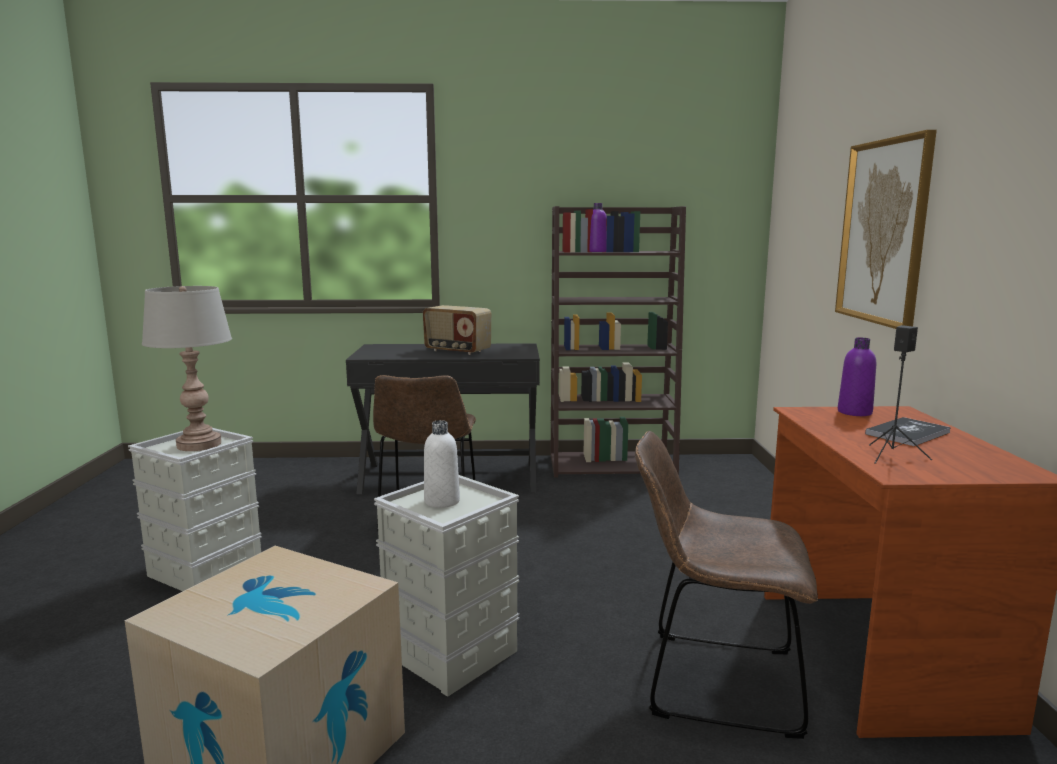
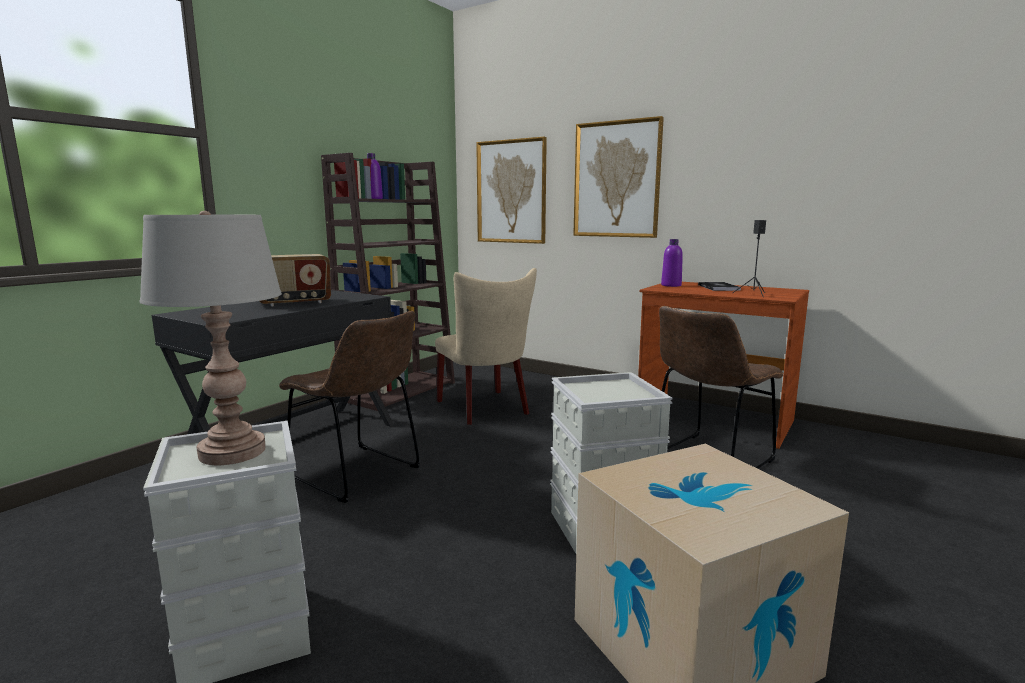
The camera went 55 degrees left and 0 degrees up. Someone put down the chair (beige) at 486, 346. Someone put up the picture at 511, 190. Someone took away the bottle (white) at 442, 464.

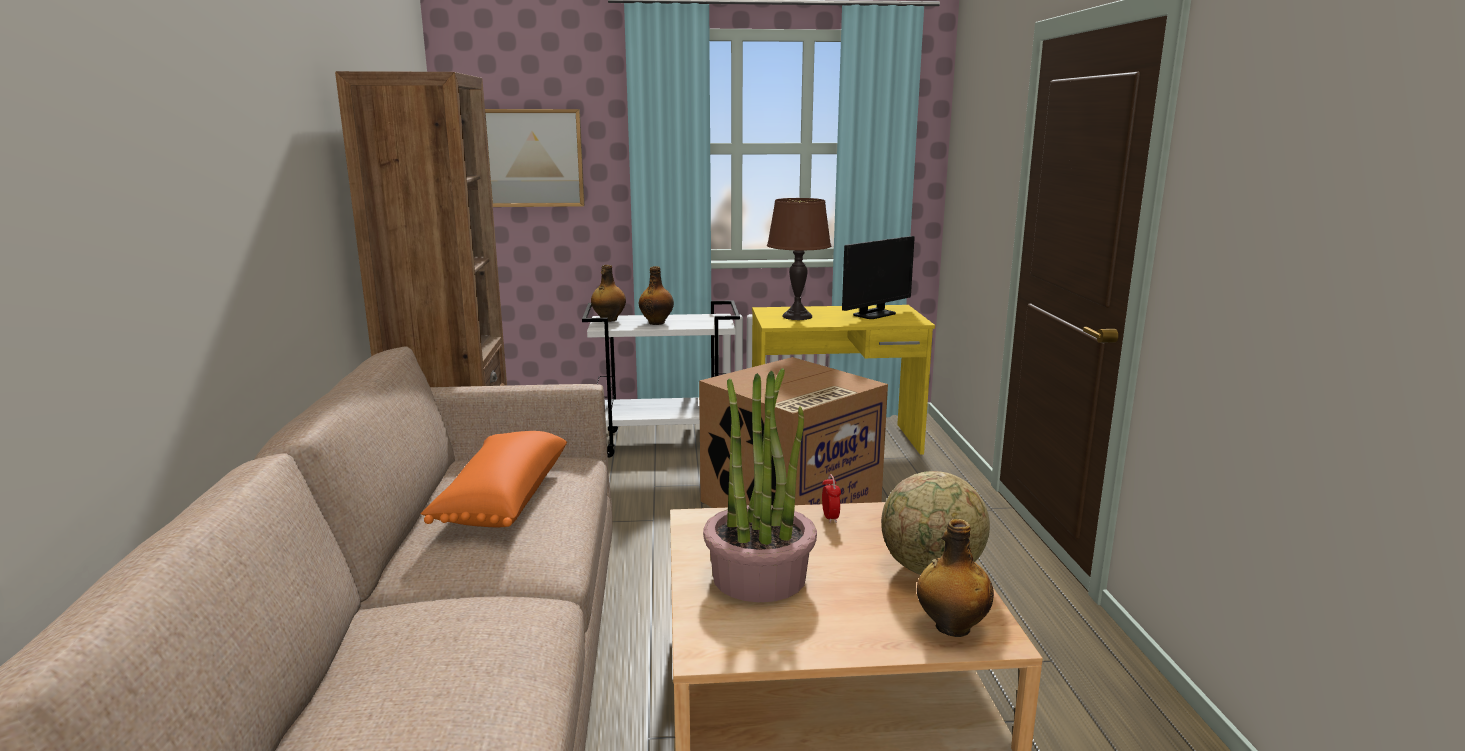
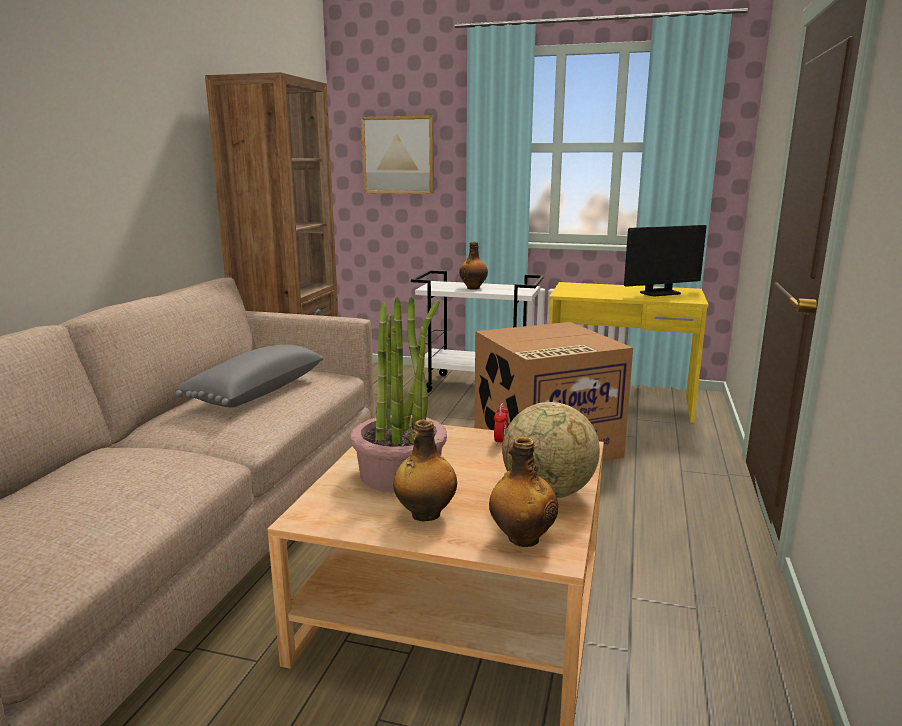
The camera went 20 degrees right and 0 degrees up. Someone repainted the pillow (orange) at 494, 479, which became the pillow (grey) at 249, 376. Someone carried the bottle from 608, 293 to 425, 470. Someone took away the table lamp (brown) at 799, 259.

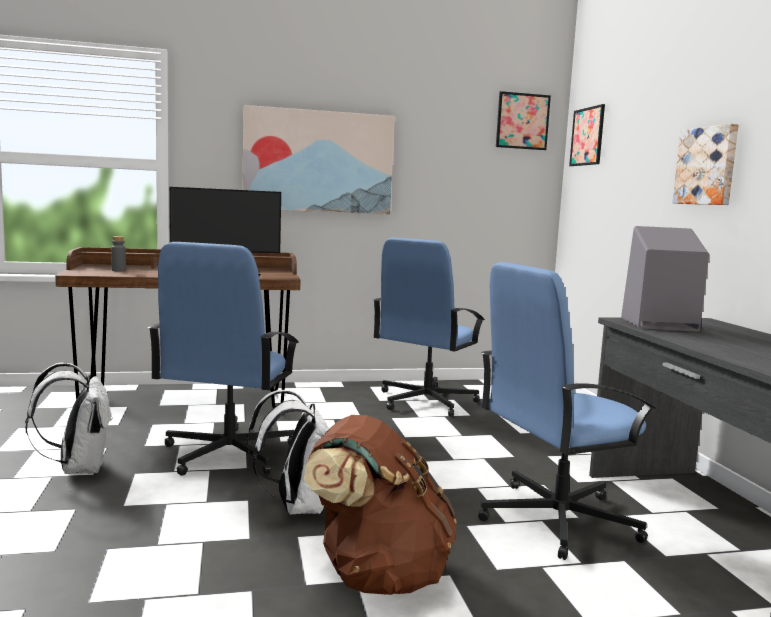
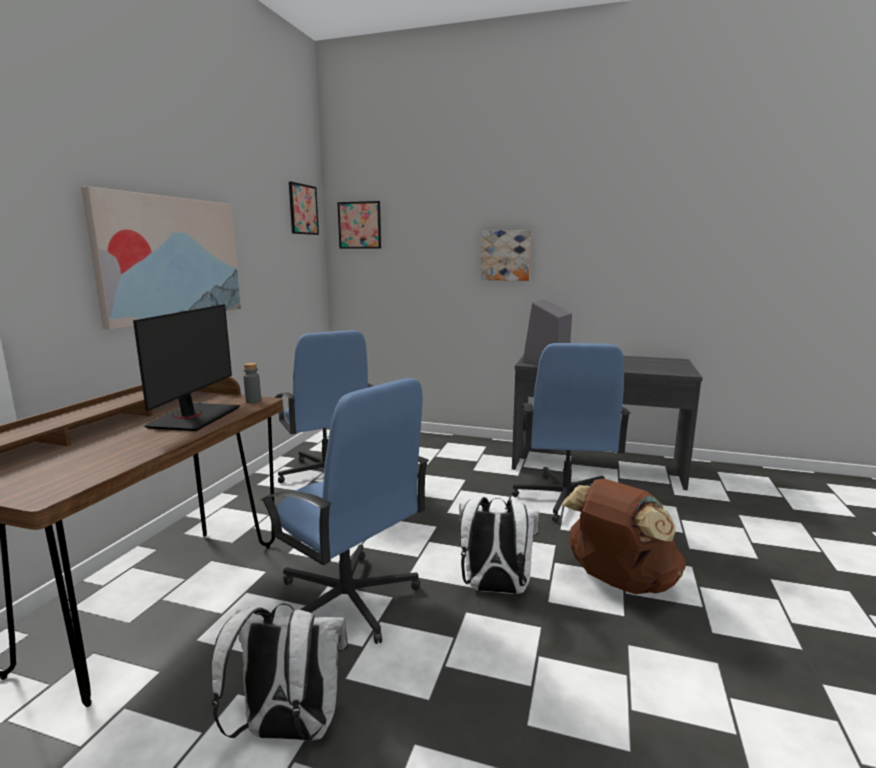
The camera went 60 degrees left and 5 degrees up. Someone carried the bottle (grey) from 118, 254 to 252, 383.

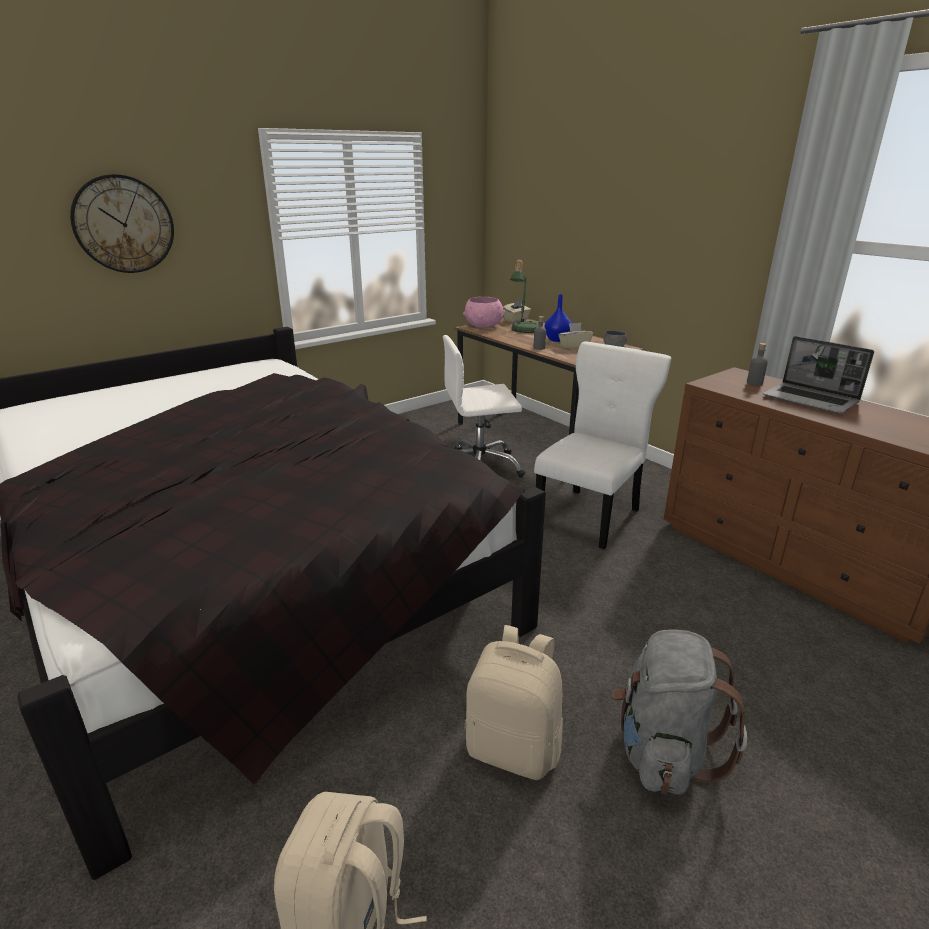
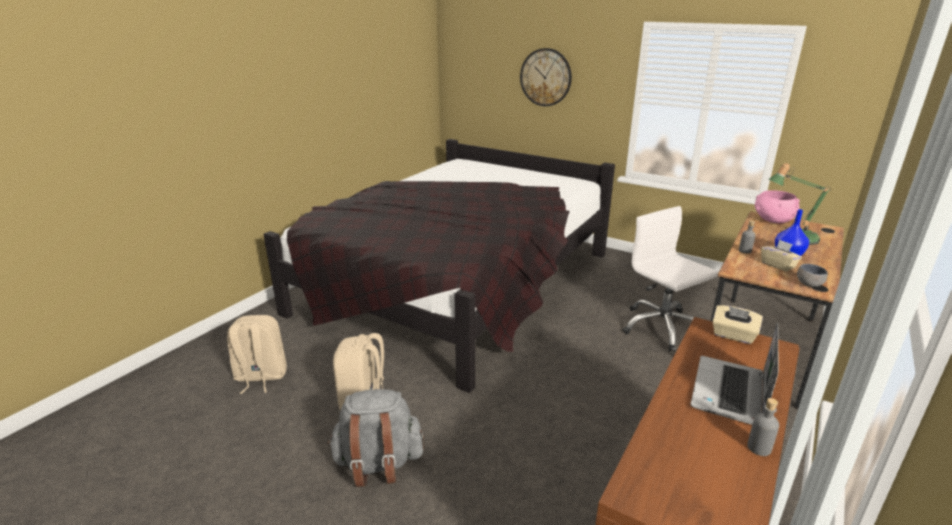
The camera went 70 degrees right and 0 degrees up. Someone carried the tissue box (beige) from 517, 311 to 737, 324. Someone carried the bottle (grey) from 757, 364 to 763, 427. Someone took away the chair (white) at 602, 445.

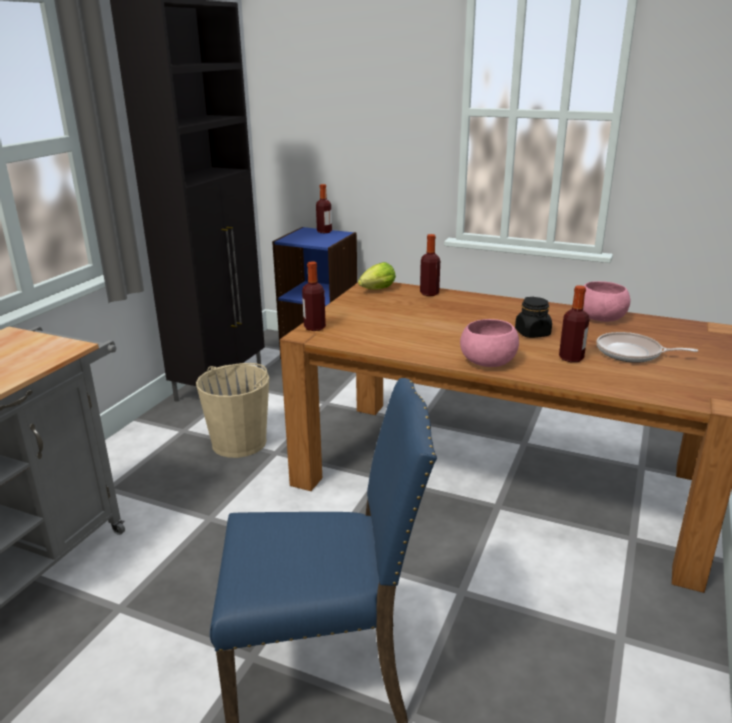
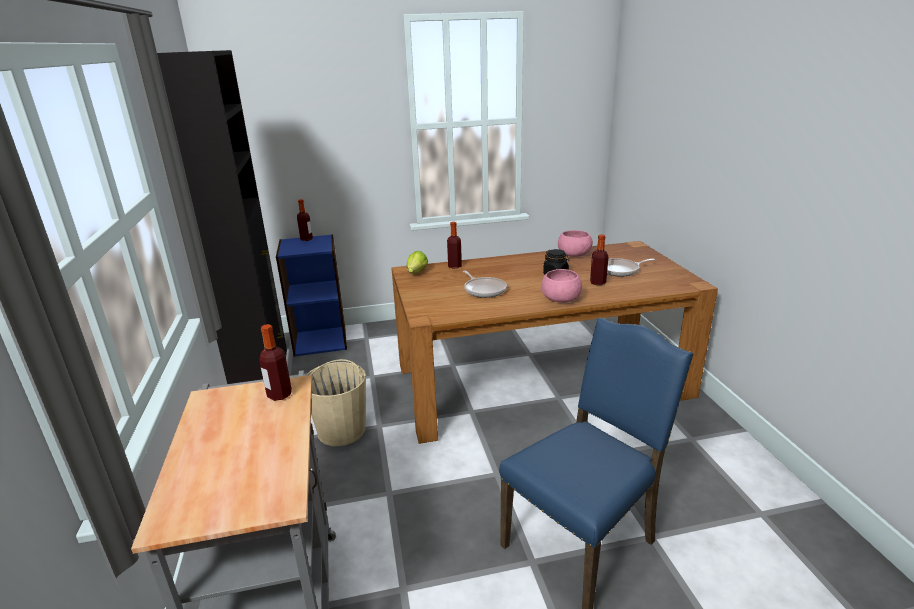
The camera went 35 degrees left and 0 degrees up. Someone carried the bottle from 314, 296 to 275, 362. Someone put down the frying pan at 485, 284.

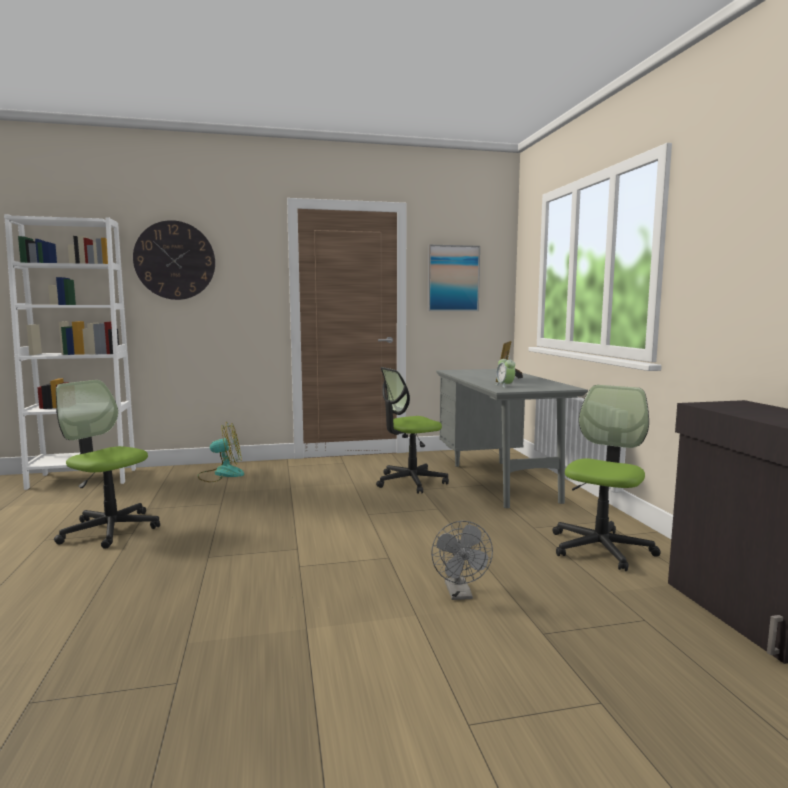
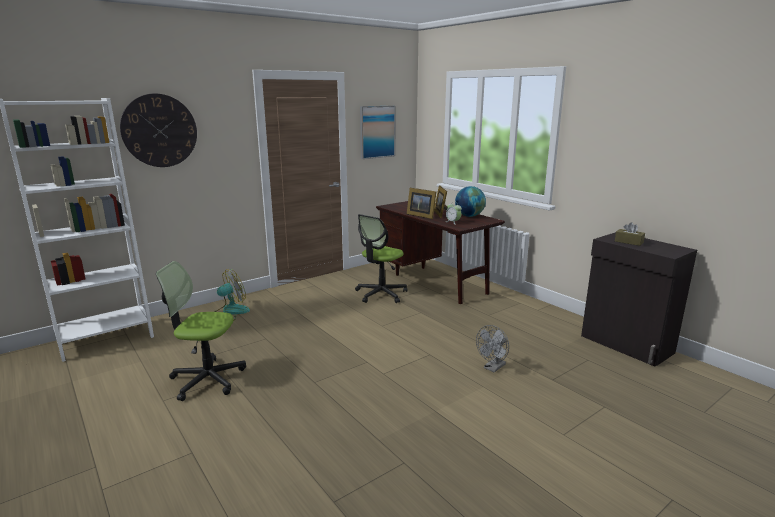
The camera went 25 degrees left and 10 degrees up. Someone repainted the desk (grey) at 512, 438, which became the desk (brown) at 440, 252. Someone put down the picture frame at 421, 203. Someone put down the globe at 470, 201. Someone rotated the fan (grey) at 462, 560 by 75 degrees clockwise. Someone put down the tissue box (brown) at 630, 234. Someone took away the office chair at 606, 478.

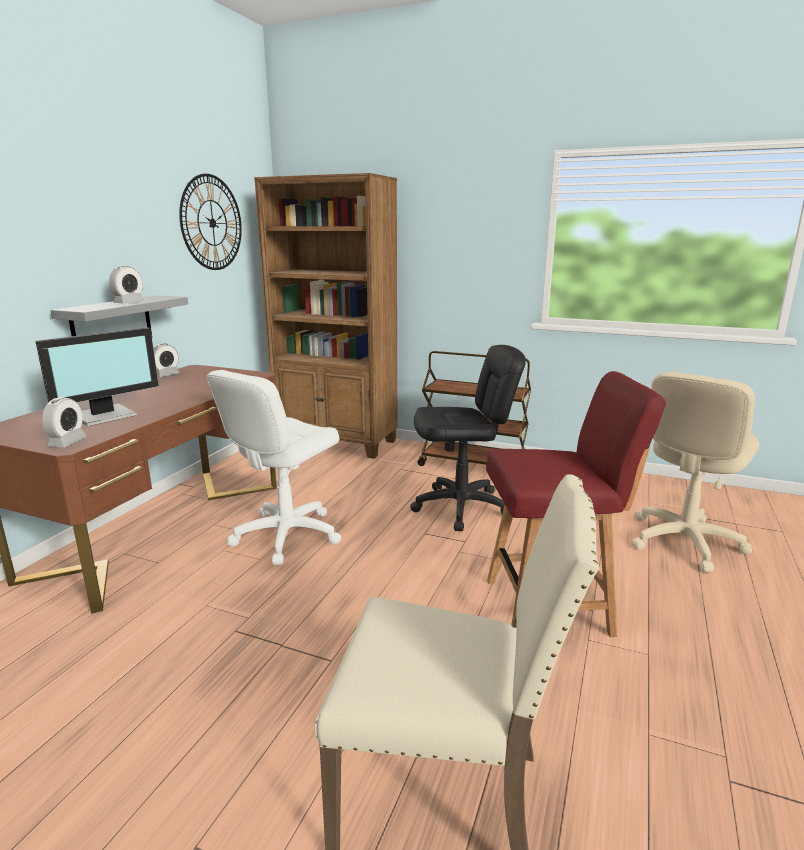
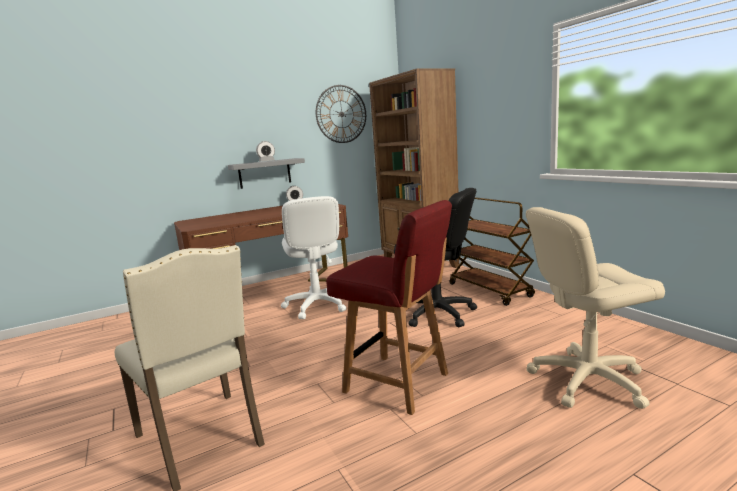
The camera went 40 degrees right and 5 degrees down. Someone rotated the office chair (white) at 273, 467 by 90 degrees counterclockwise. Someone took away the monitor at 97, 376. Someone took away the alarm clock at 64, 422.

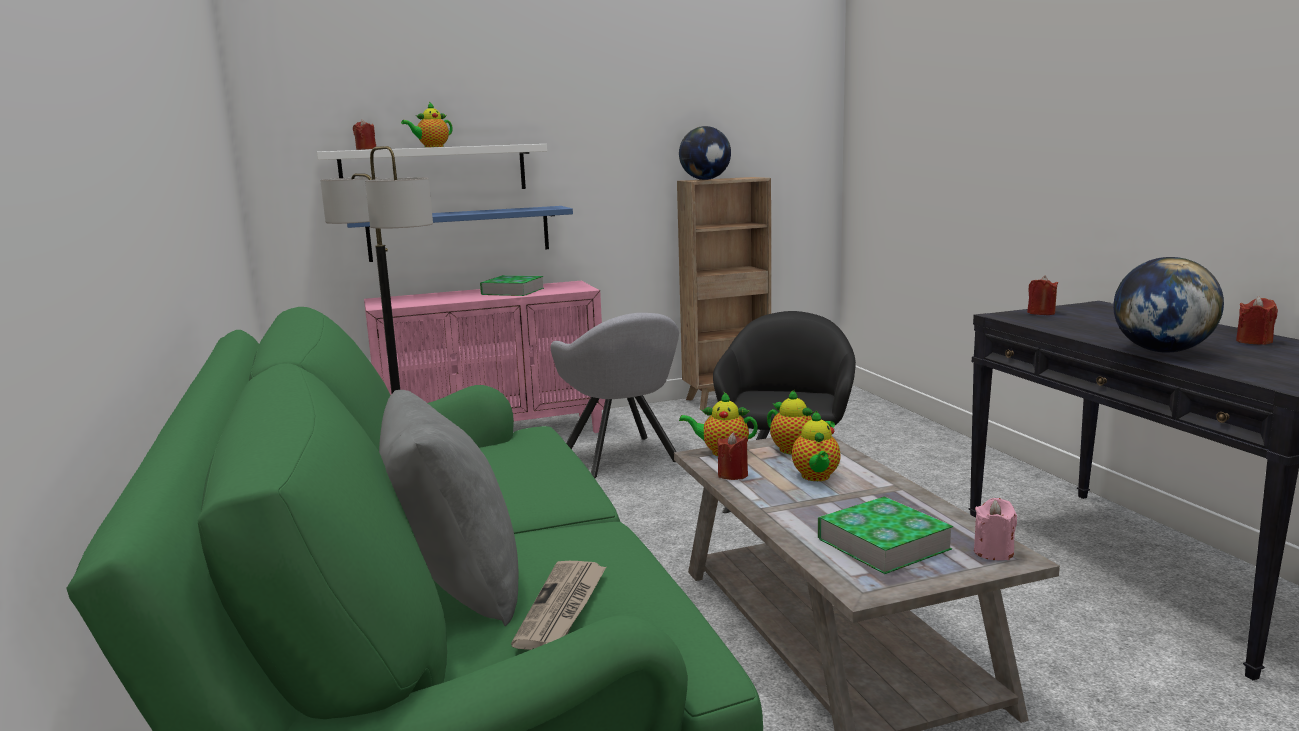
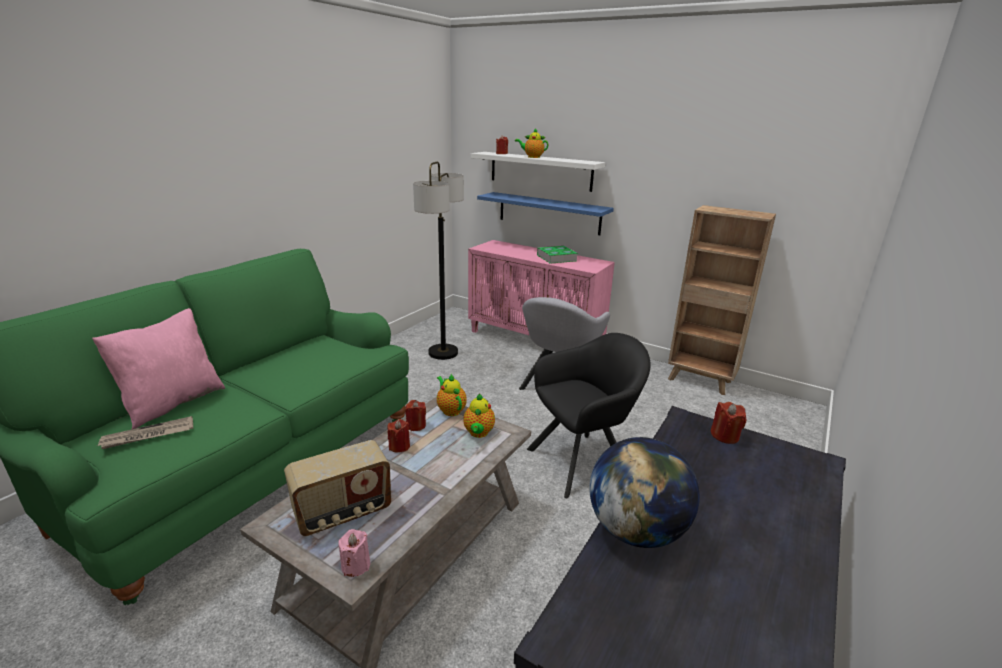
The camera went 50 degrees right and 10 degrees up. Someone repainted the pillow (grey) at 449, 508, which became the pillow (pink) at 158, 368. Someone swapped the book at 885, 535 for the radio at 337, 488. Someone carried the candle (red) from 1257, 320 to 398, 436. Someone took away the globe at 705, 153. Someone took away the teapot at 816, 445.

